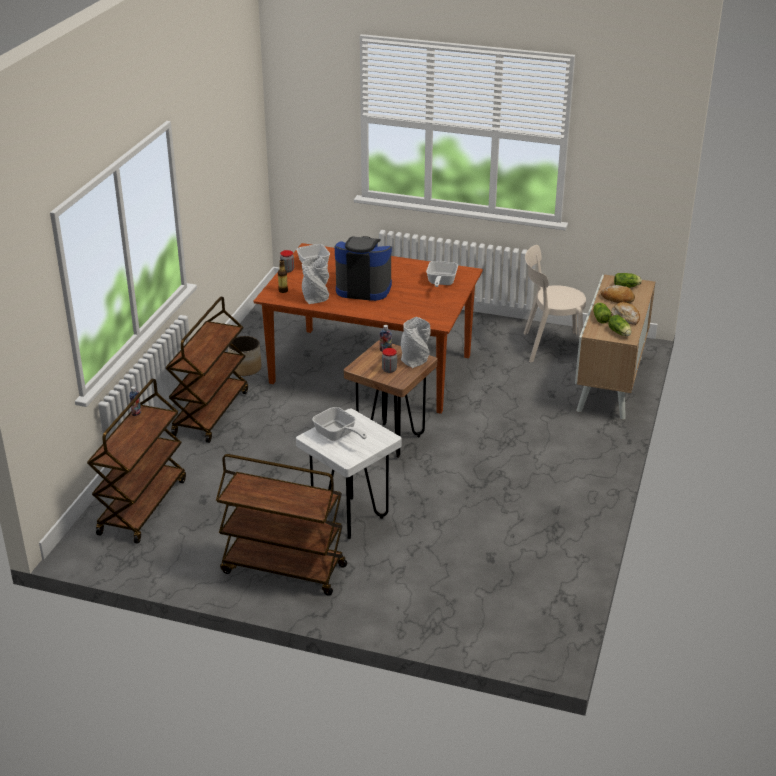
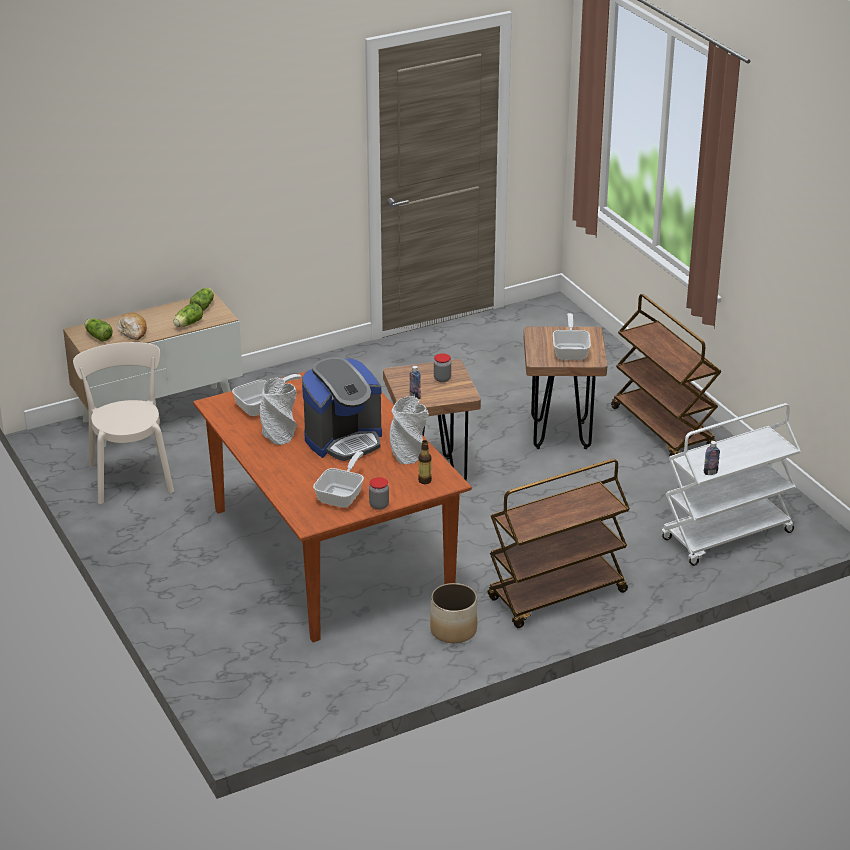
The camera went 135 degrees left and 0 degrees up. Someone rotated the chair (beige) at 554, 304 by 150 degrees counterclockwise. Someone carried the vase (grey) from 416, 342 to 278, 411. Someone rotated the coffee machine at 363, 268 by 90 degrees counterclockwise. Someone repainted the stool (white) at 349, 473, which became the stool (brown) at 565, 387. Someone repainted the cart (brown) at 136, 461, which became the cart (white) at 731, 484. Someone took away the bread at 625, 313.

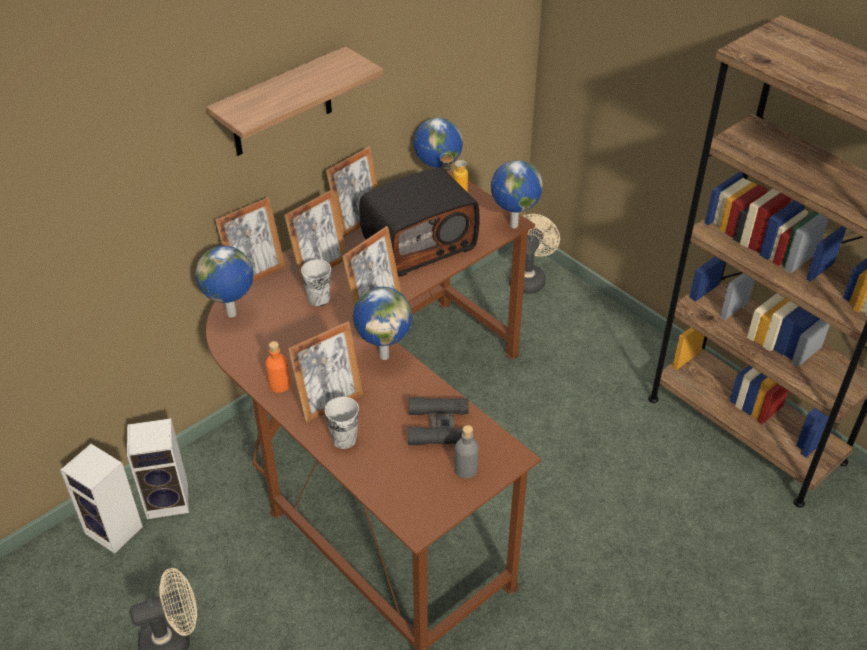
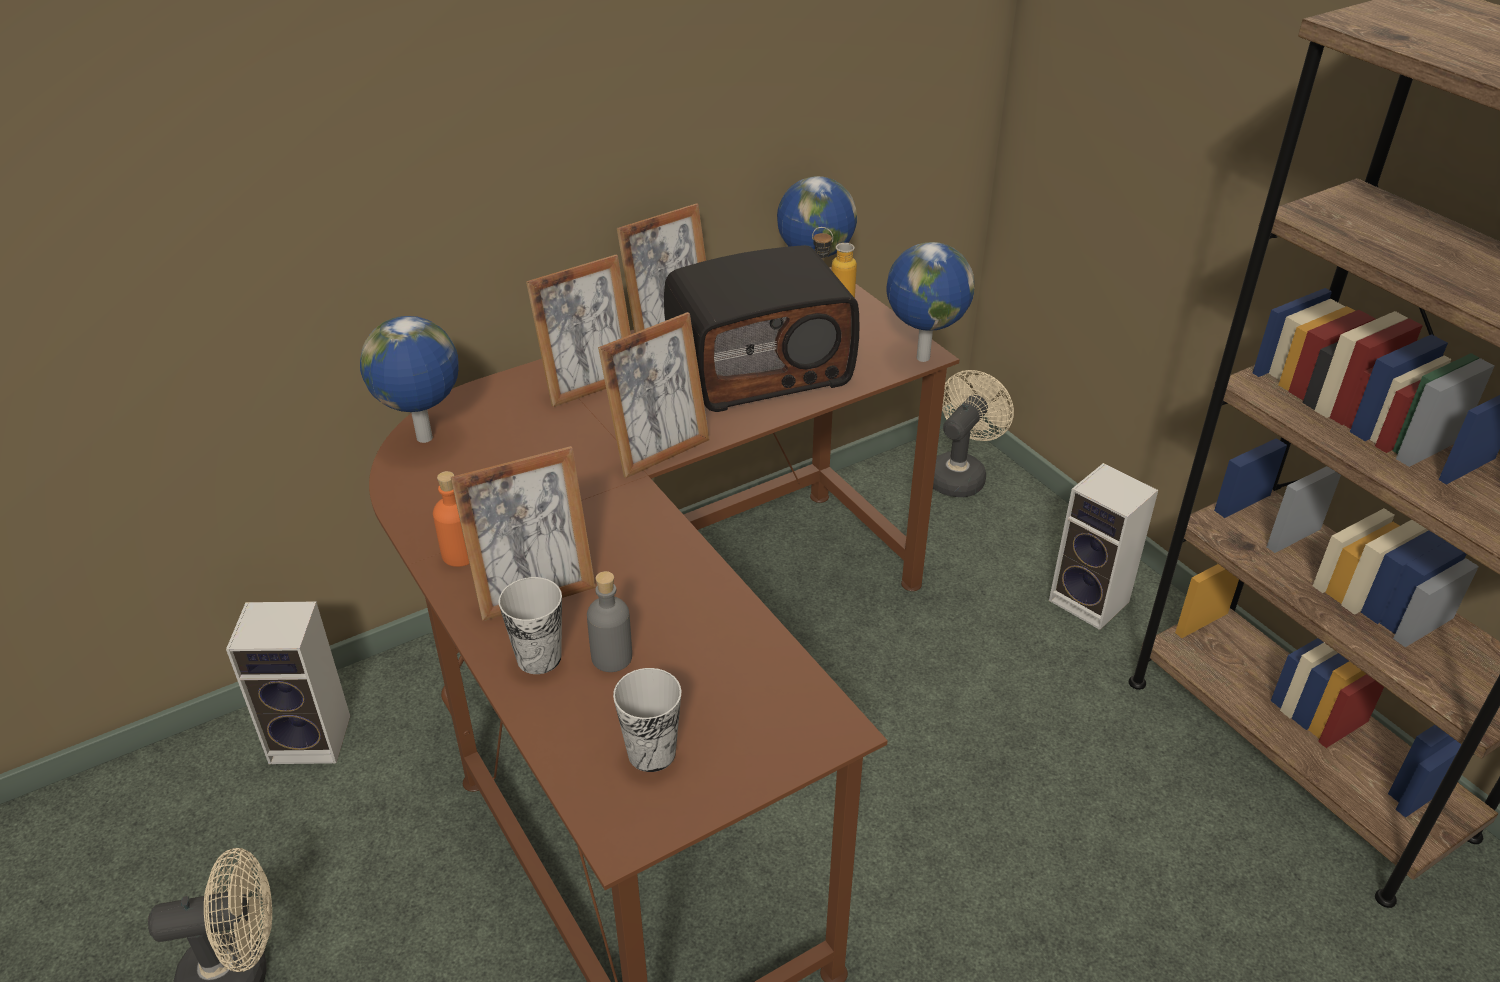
The camera went 10 degrees right and 5 degrees down. Someone carried the bottle (grey) from 466, 452 to 609, 621. Someone carried the cup from 316, 283 to 647, 720. Someone carried the speaker from 101, 499 to 1103, 546. Someone took away the shelf at 295, 101. Someone took away the picture frame at 250, 239. Someone took away the globe at 382, 323. Someone took away the binoculars (black) at 438, 421.

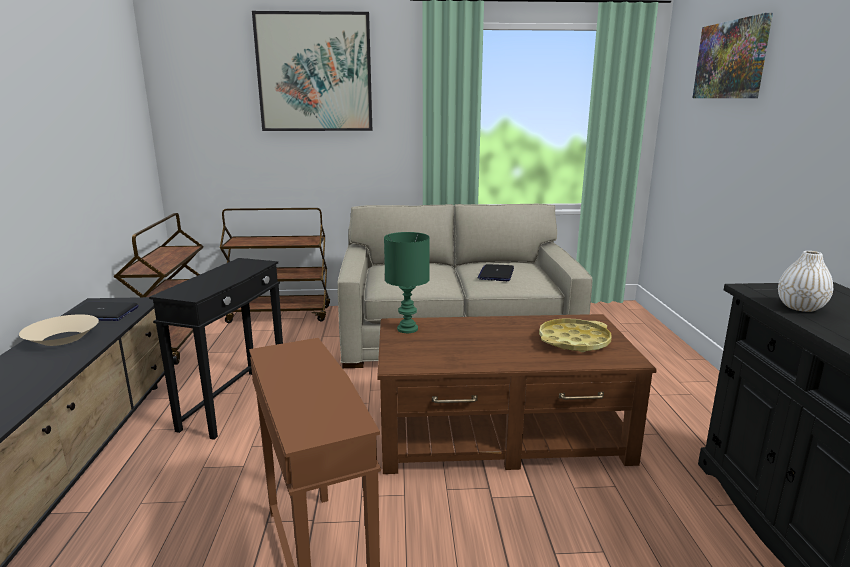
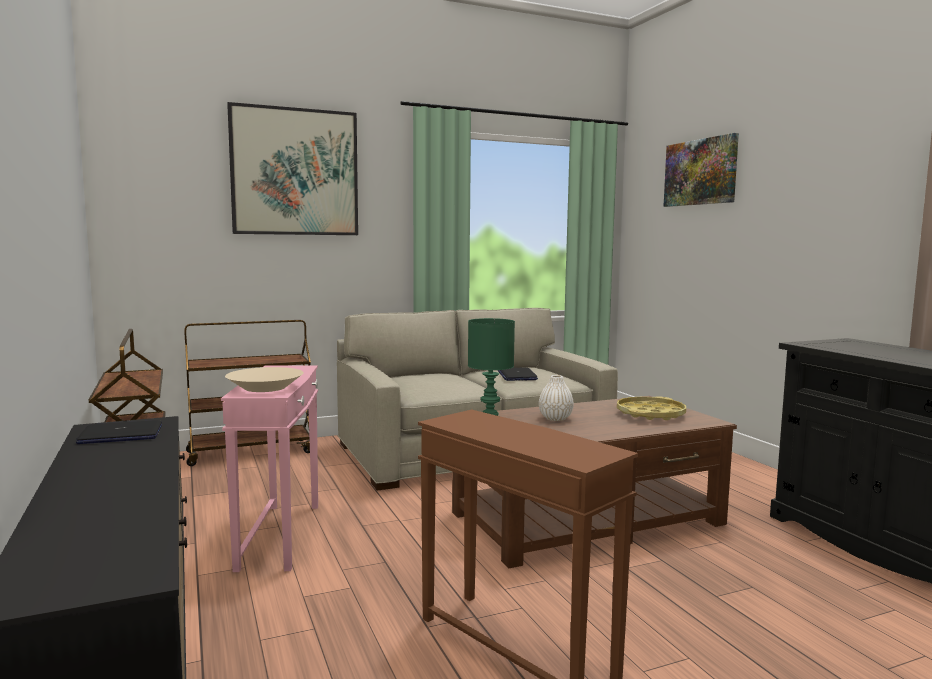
The camera went 20 degrees left and 10 degrees down. Someone repainted the side table (black) at 216, 349, which became the side table (pink) at 269, 469. Someone carried the bowl (beige) from 59, 330 to 264, 379. Someone carried the vase (white) from 805, 281 to 556, 398.

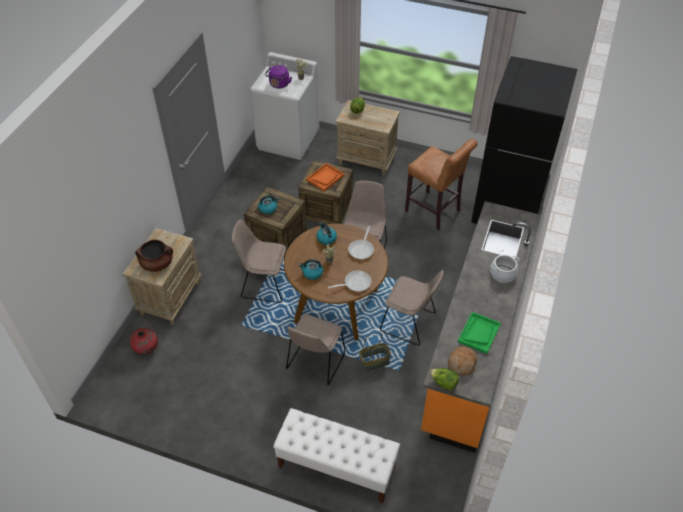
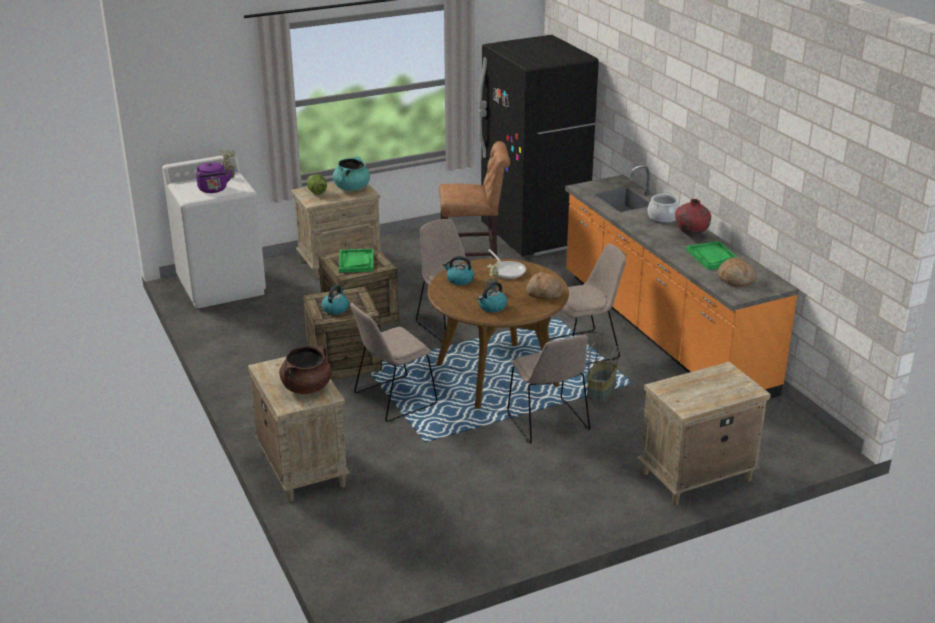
The camera went 45 degrees left and 20 degrees down. Someone put down the cooking pot (turquoise) at 351, 173. Someone repainted the tray (orange) at 325, 177, which became the tray (green) at 356, 261. Someone swapped the frying pan at 349, 281 for the bread at 545, 285. Someone swapped the bench (white) at 336, 455 for the nightstand (beige) at 704, 433. Someone carried the vase (red) from 144, 341 to 693, 217. Someone took away the lettuce at 444, 379.

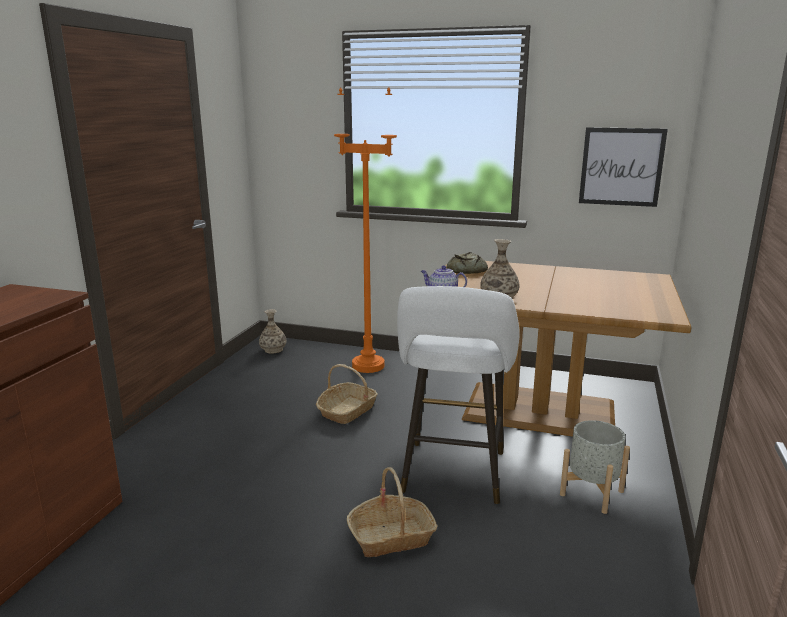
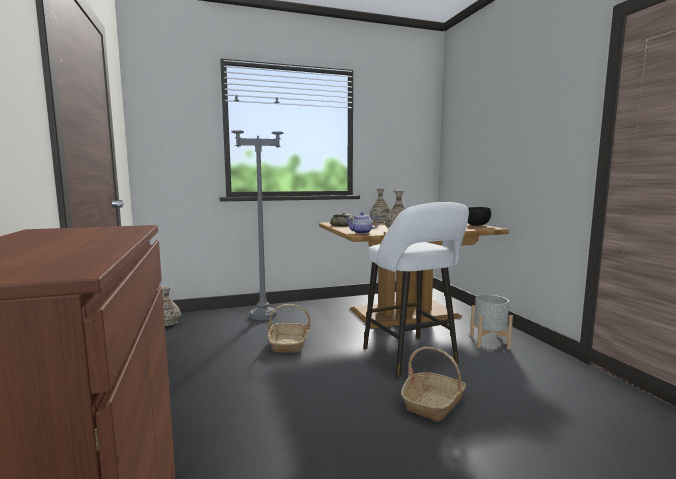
The camera went 35 degrees left and 10 degrees down. Someone repainted the floor lamp (orange) at 365, 230, which became the floor lamp (grey) at 258, 208. Someone put down the vase at 380, 205. Someone put down the bowl (black) at 479, 216. Someone took away the picture at 623, 167.

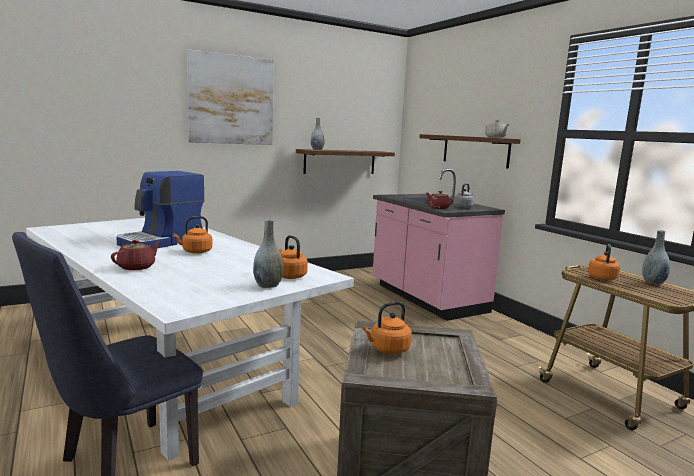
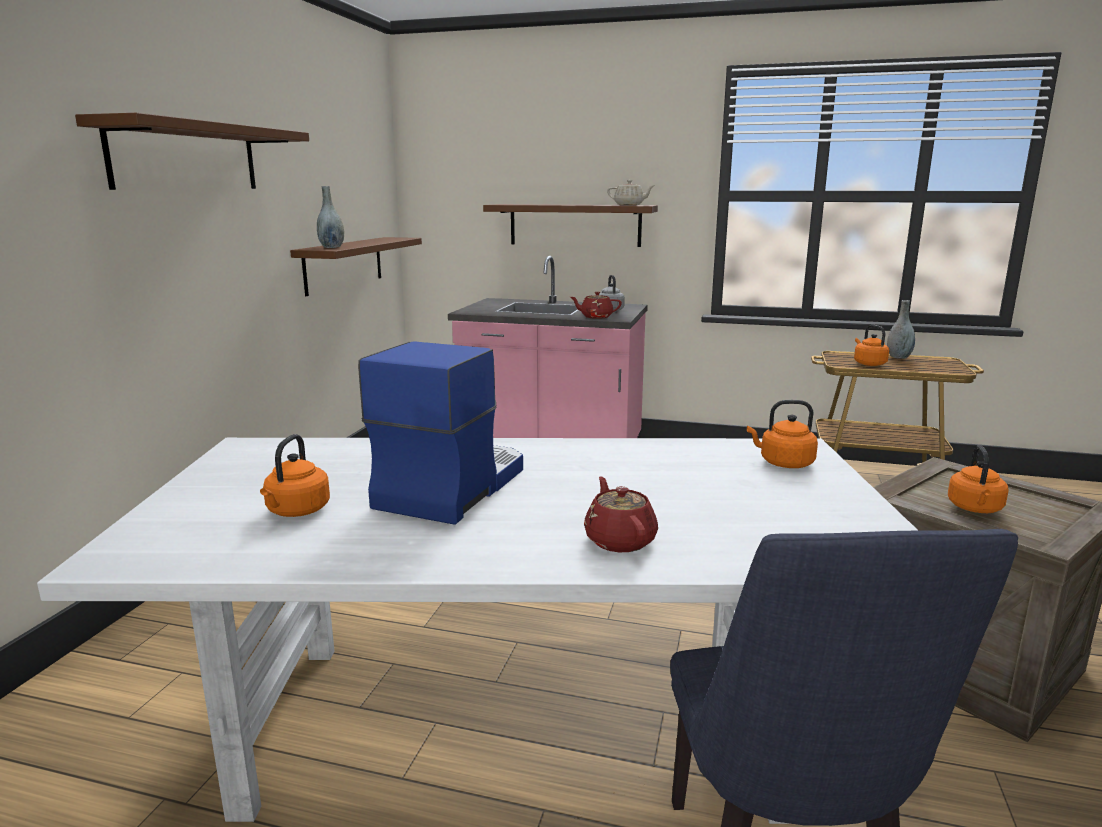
The camera went 45 degrees left and 5 degrees up. Someone swapped the picture at 230, 97 for the shelf (brown) at 192, 151. Someone carried the kettle (orange) from 193, 235 to 295, 475. Someone rotated the coffee machine at 160, 210 by 150 degrees counterclockwise. Someone took away the vase (grey) at 268, 254.

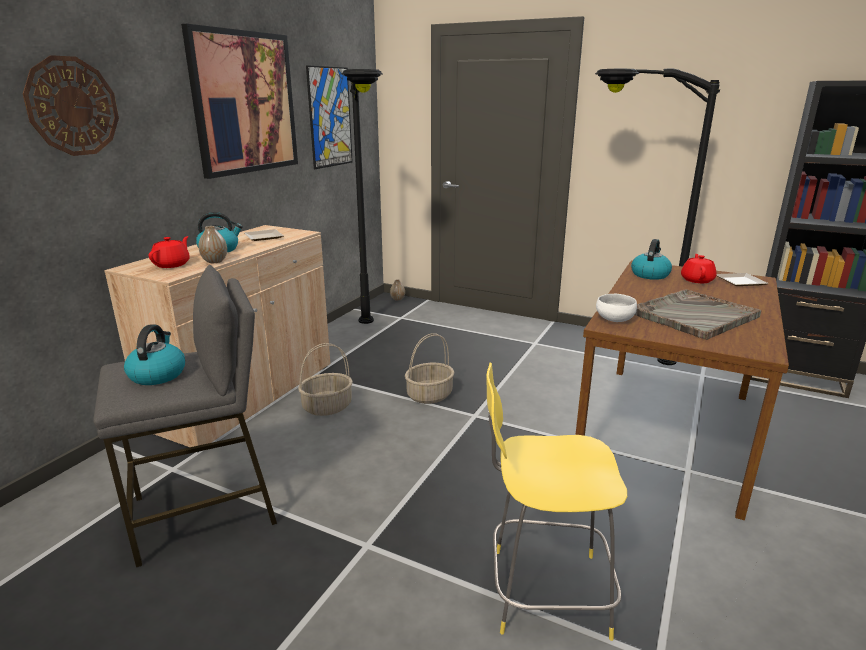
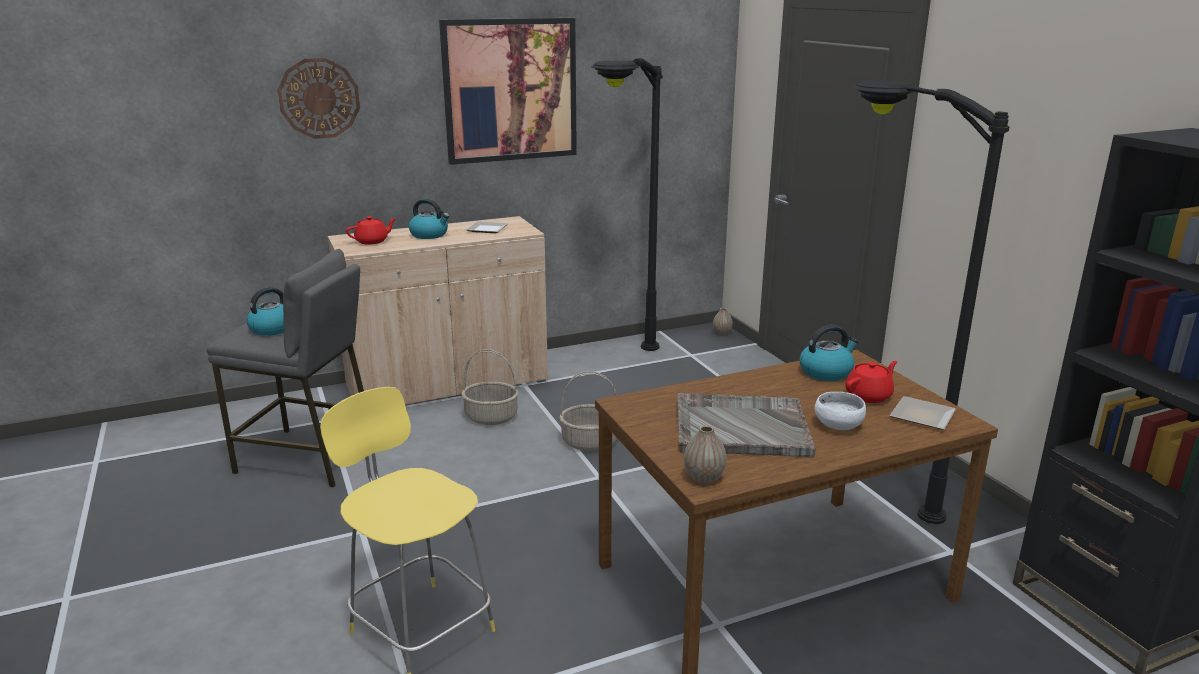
The camera went 40 degrees right and 0 degrees up. Someone carried the vase from 213, 244 to 705, 454. Someone carried the bowl (white) from 616, 308 to 840, 411. Someone took away the picture at 329, 117.

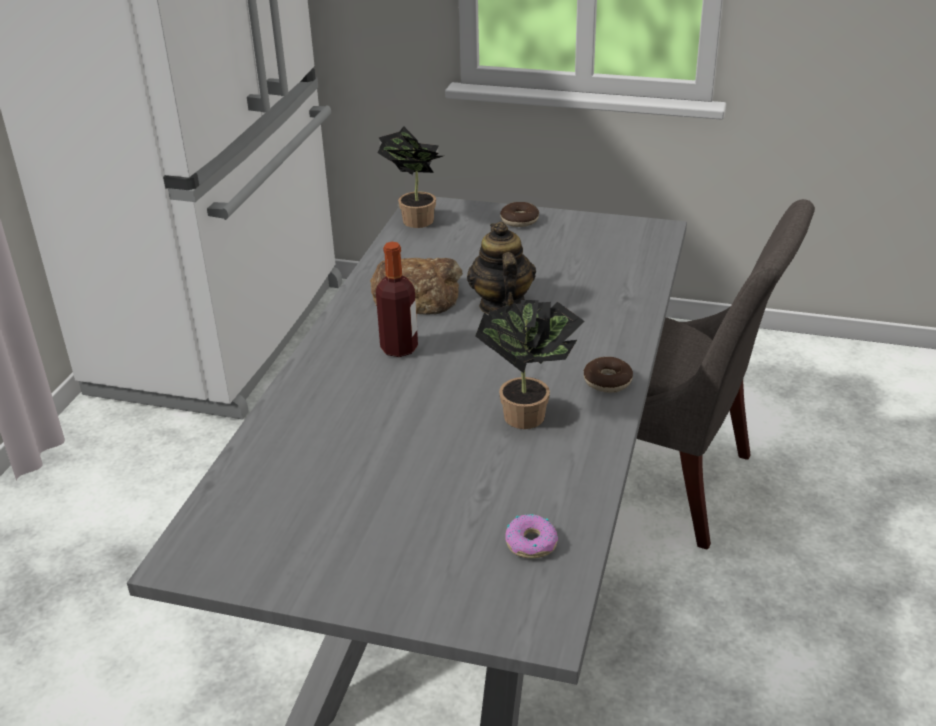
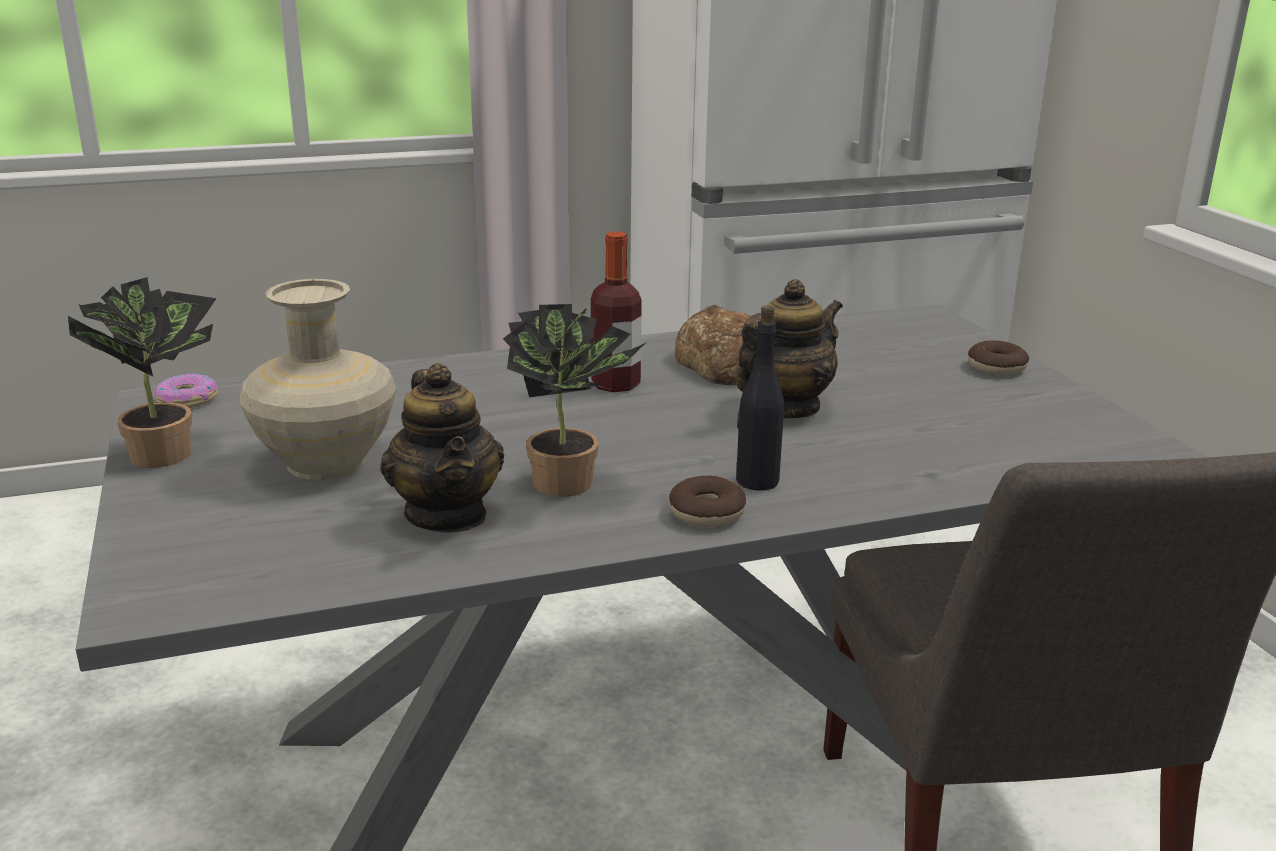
The camera went 55 degrees right and 10 degrees down. Someone carried the potted plant from 410, 177 to 142, 372. Someone carried the donut from 531, 536 to 186, 390. Someone put down the vase (beige) at 318, 379. Someone put down the teapot at 442, 448. Someone put down the bottle (black) at 760, 398.

